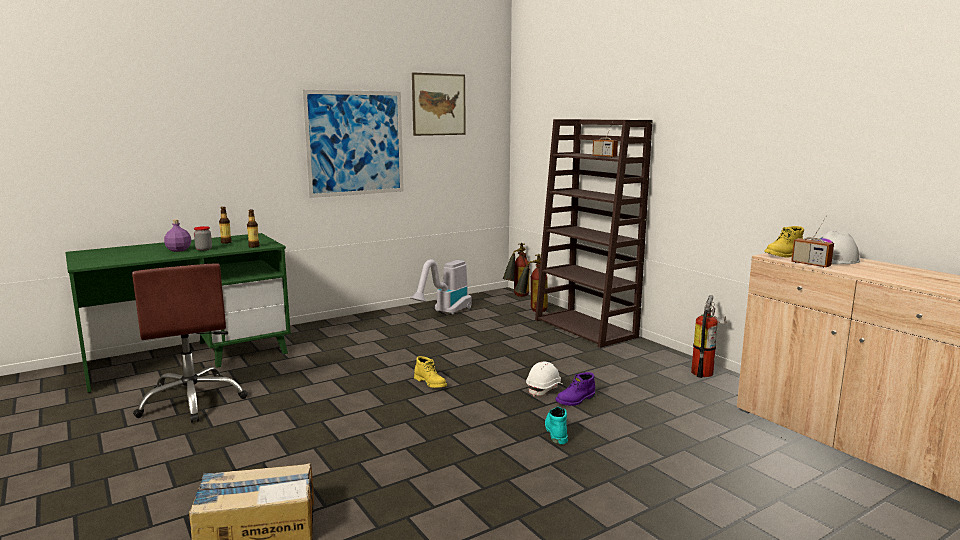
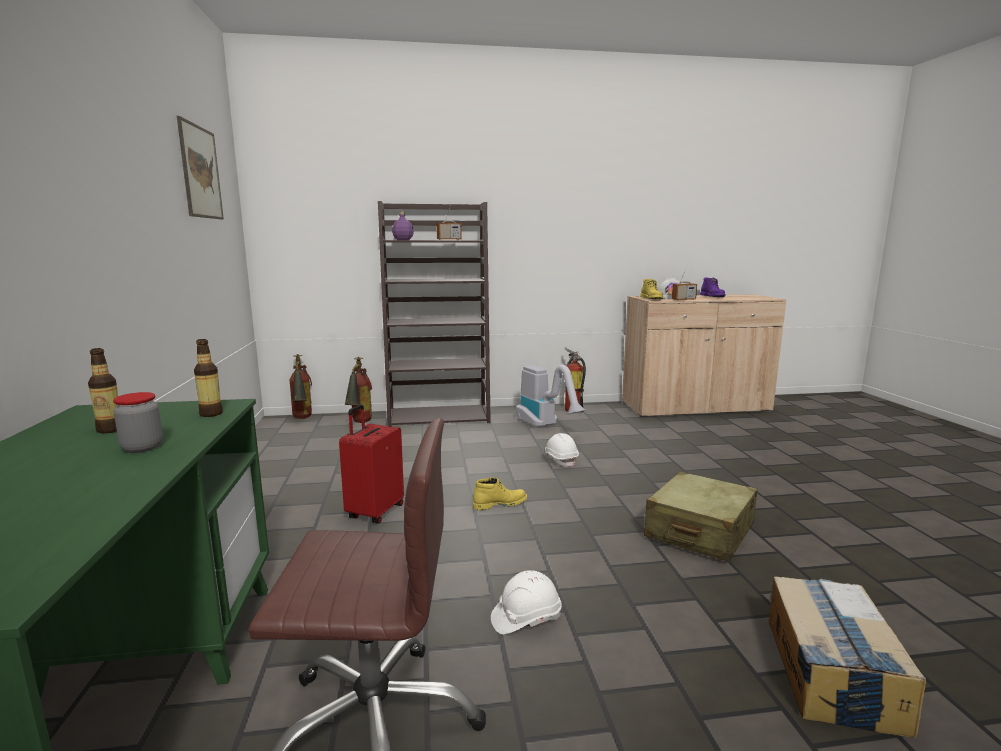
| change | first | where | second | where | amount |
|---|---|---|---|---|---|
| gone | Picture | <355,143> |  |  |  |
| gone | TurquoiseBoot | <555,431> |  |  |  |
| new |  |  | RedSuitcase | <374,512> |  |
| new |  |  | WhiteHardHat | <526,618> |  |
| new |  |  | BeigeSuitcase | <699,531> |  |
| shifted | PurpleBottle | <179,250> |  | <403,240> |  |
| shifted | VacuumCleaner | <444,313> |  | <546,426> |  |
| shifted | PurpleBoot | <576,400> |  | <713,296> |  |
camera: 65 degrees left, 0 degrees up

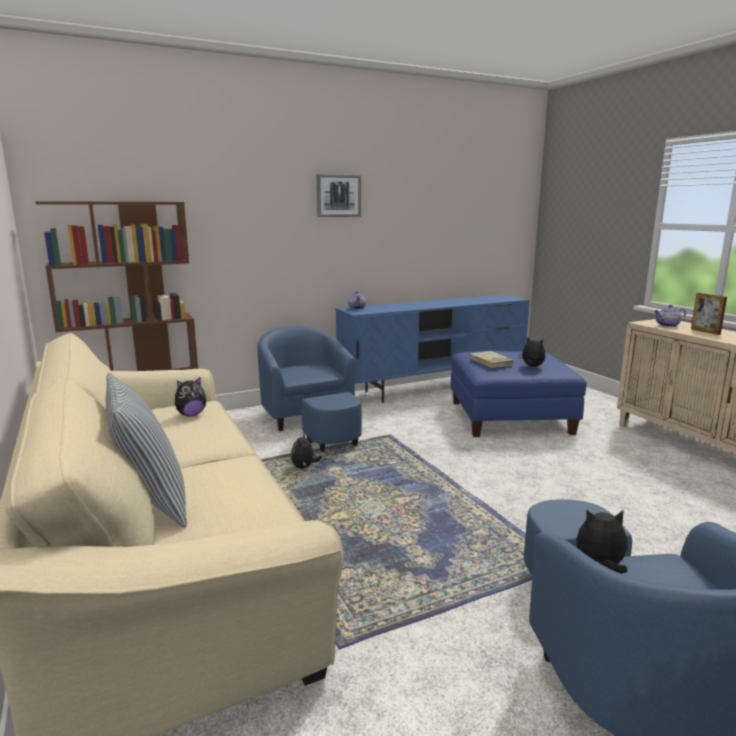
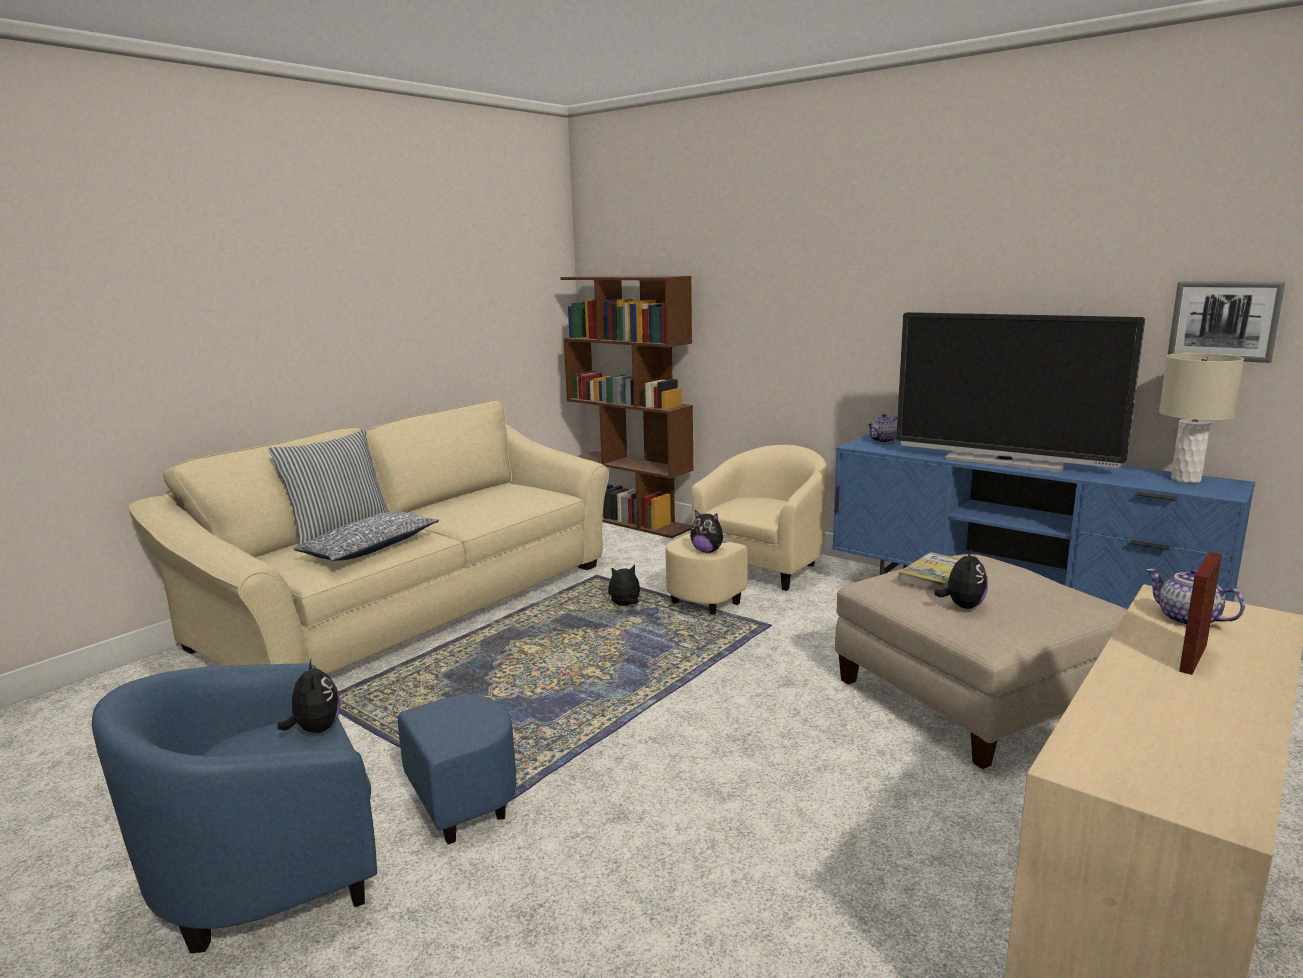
| change | first | where | second | where | amount |
|---|---|---|---|---|---|
| new |  |  | Pillow | <369,549> |  |
| new |  |  | Television | <1004,461> |  |
| new |  |  | BeigeTableLamp | <1185,479> |  |
| shifted | PlushToy | <191,415> |  | <707,551> |  |
| shifted | Picture | <338,196> |  | <1224,321> |  |
| repainted | BlueArmchair | <310,422> | BeigeArmchair | <751,576> |  |
| repainted | BlueOttoman | <510,417> | BeigeOttoman | <974,695> |  |
camera: 65 degrees right, 0 degrees up

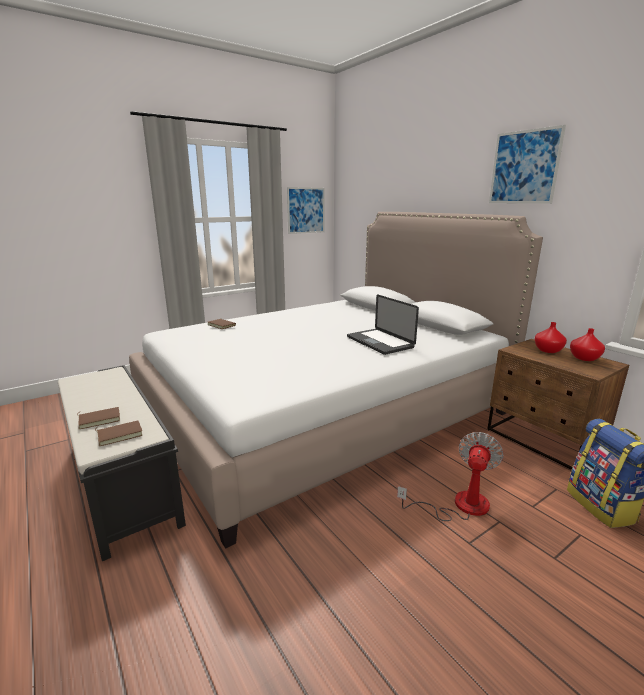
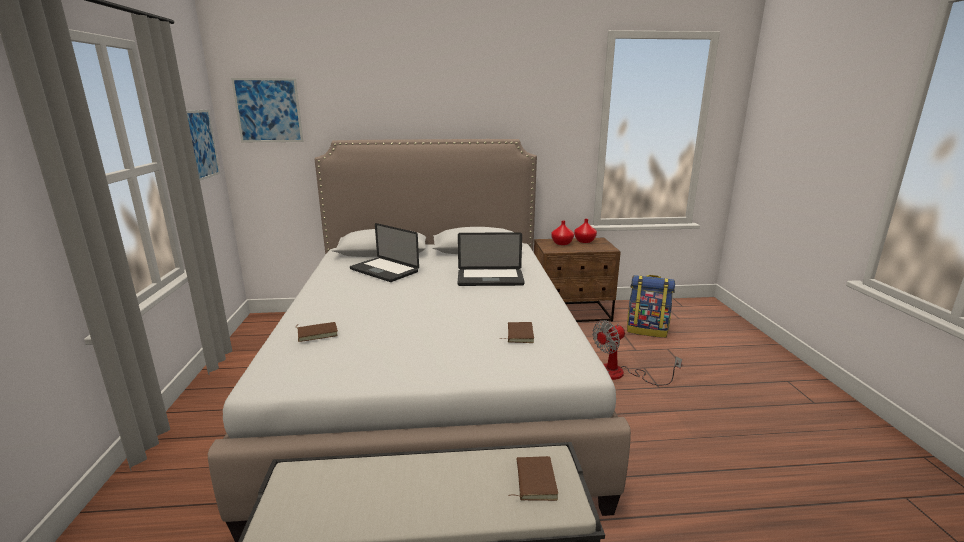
| change | first | where | second | where | amount |
|---|---|---|---|---|---|
| new |  |  | Laptop | <384,270> |  |
| shifted | BrownBook | <100,419> |  | <518,334> |  |
| shifted | Picture | <524,167> |  | <268,110> |  |
| rotated | Fan | <459,505> |  | <620,374> | 90 degrees counterclockwise |
camera: 60 degrees left, 0 degrees up

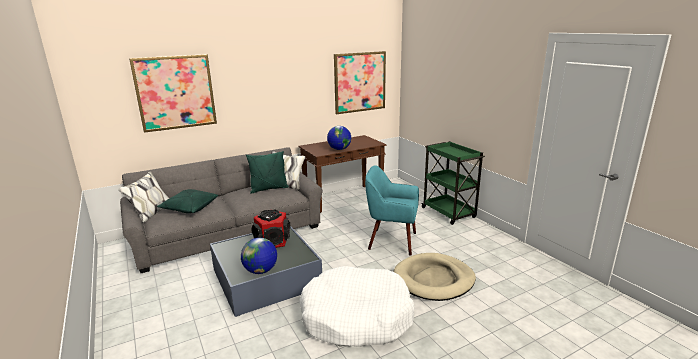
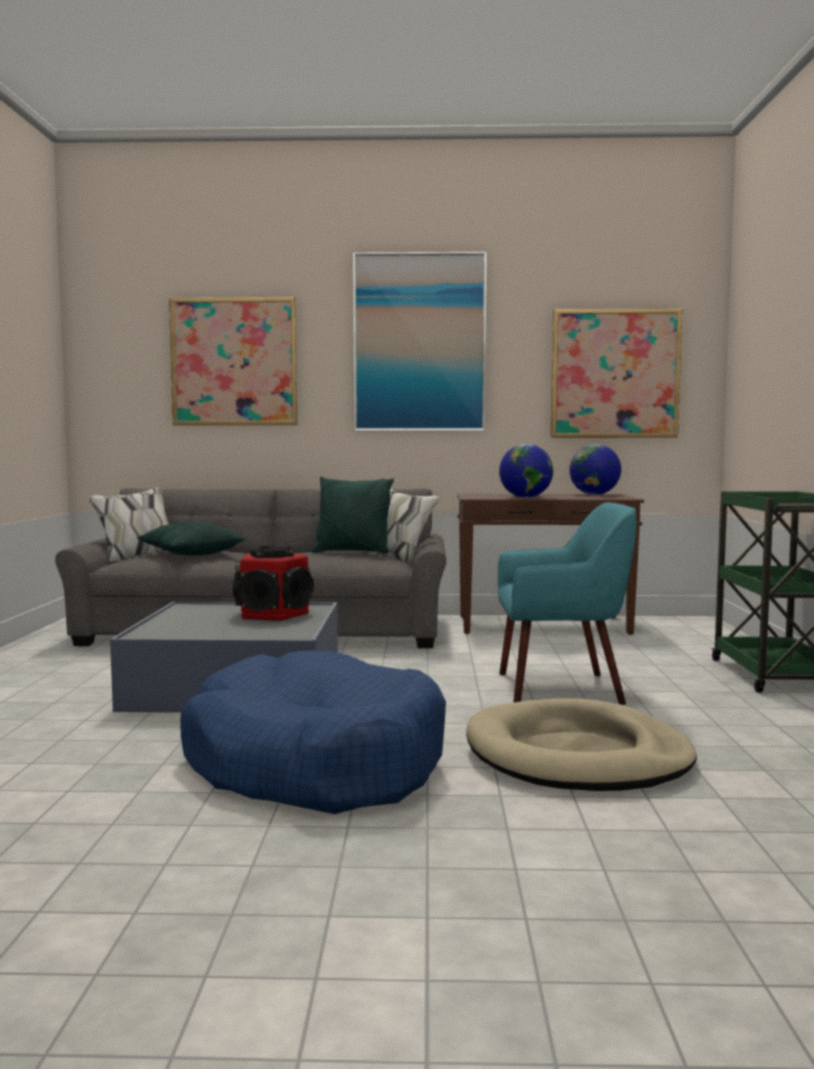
| change | first | where | second | where | amount |
|---|---|---|---|---|---|
| new |  |  | Picture | <419,343> |  |
| shifted | Globe | <260,271> |  | <594,495> |  |
| repainted | WhiteDogBed | <356,317> | BlueDogBed | <314,763> |  |
| rotated | TurquoiseArmchair | <391,241> |  | <561,688> | 135 degrees clockwise |
camera: 30 degrees right, 15 degrees down

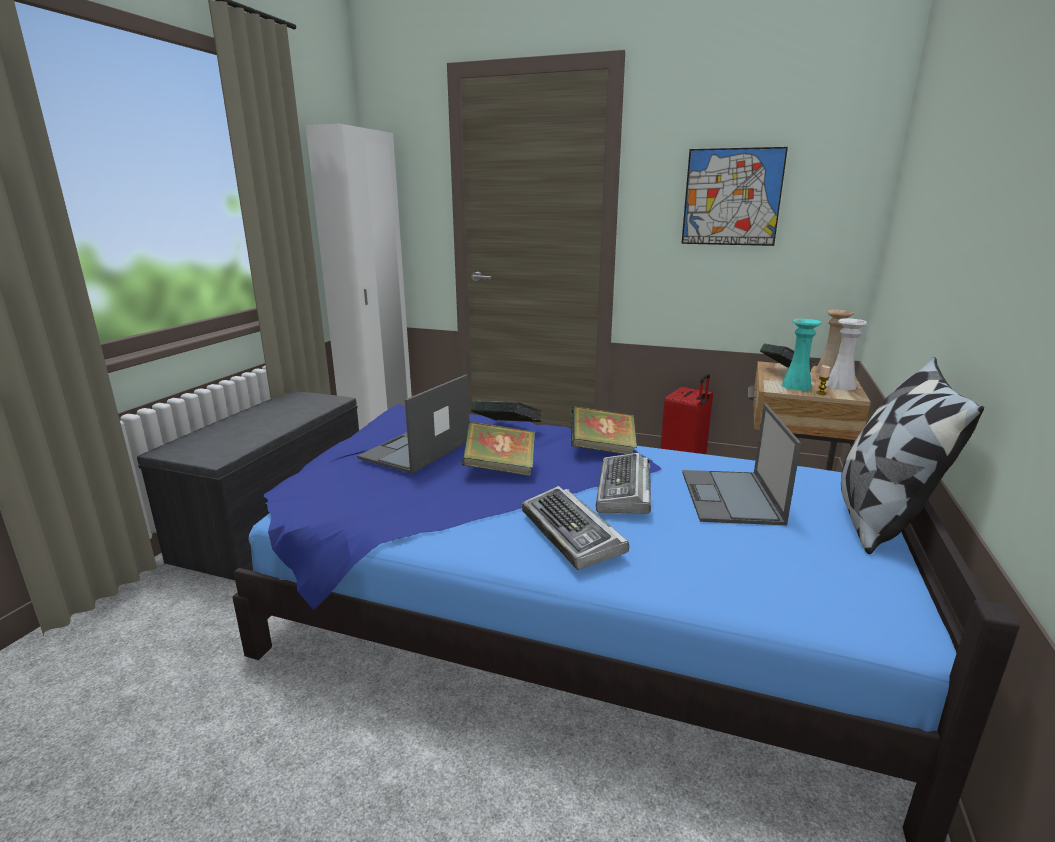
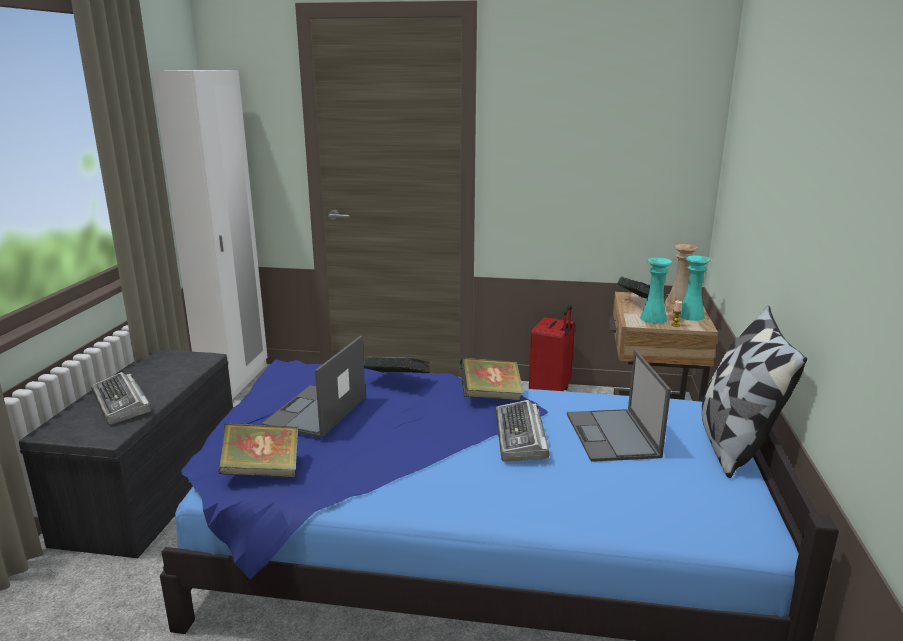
| change | first | where | second | where | amount |
|---|---|---|---|---|---|
| gone | Picture | <732,197> |  |  |  |
| shifted | Book | <500,469> |  | <262,471> |  |
| shifted | Keyboard | <573,534> |  | <122,404> |  |
| repainted | WhiteVase | <840,386> | TurquoiseVase | <691,316> |  |
camera: 10 degrees left, 0 degrees up

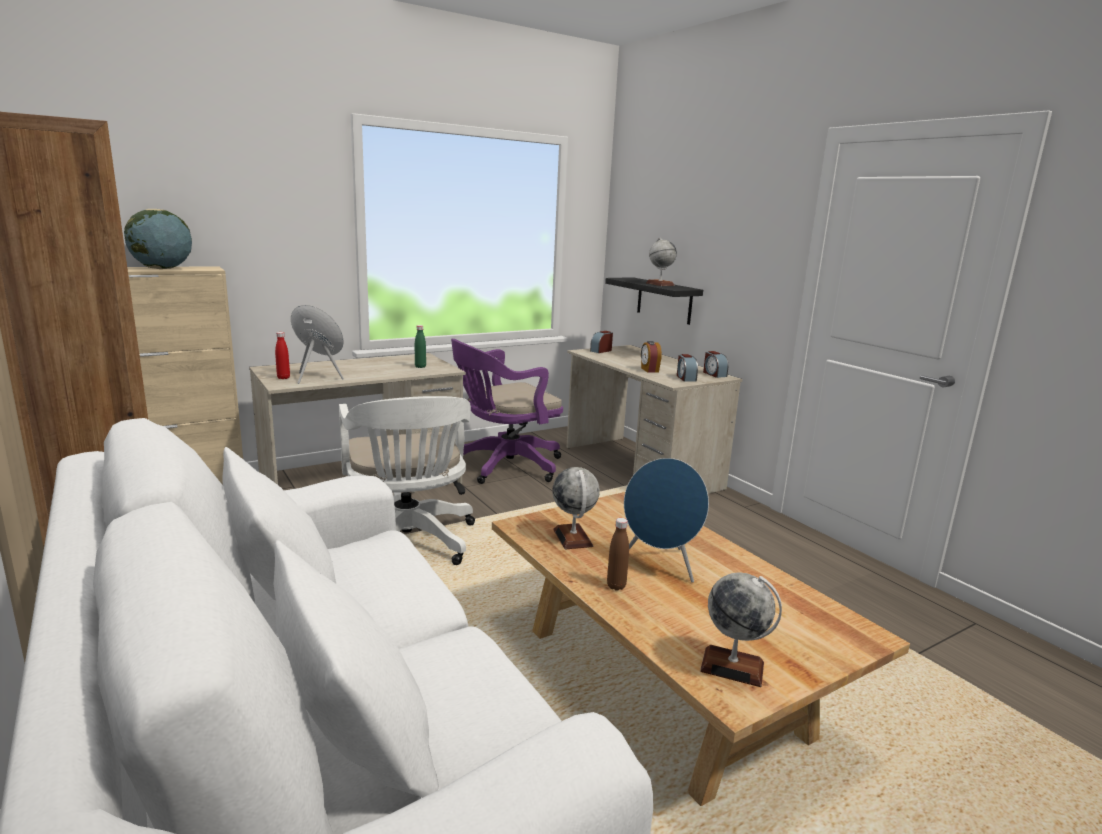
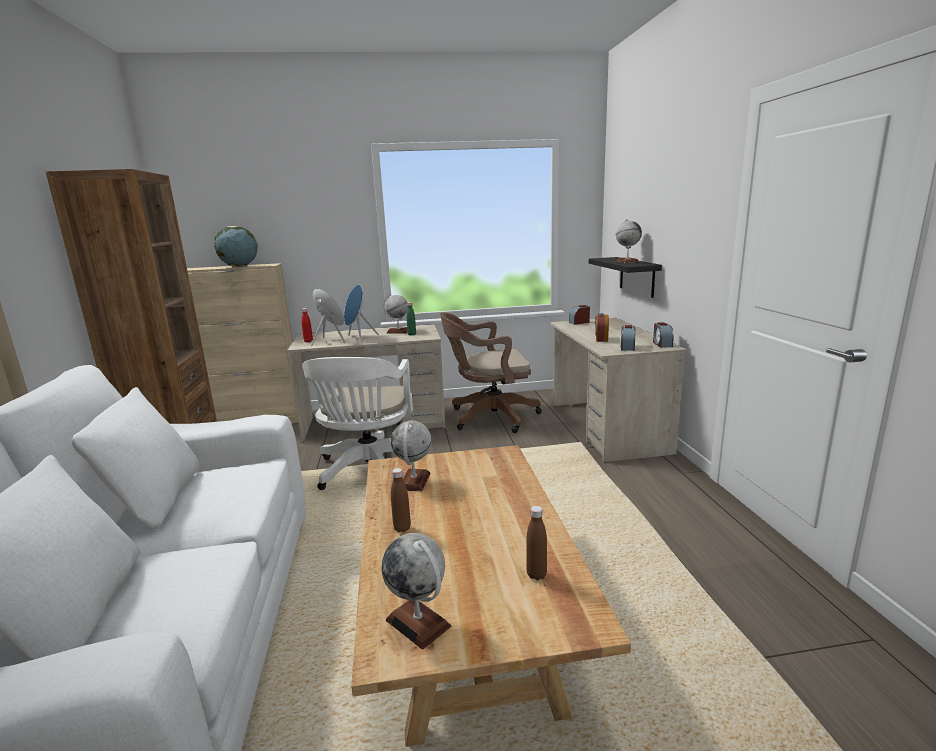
| change | first | where | second | where | amount |
|---|---|---|---|---|---|
| new |  |  | Globe | <398,331> |  |
| new |  |  | BrownBottle | <536,574> |  |
| shifted | BlueSpeaker | <660,565> |  | <358,338> |  |
| repainted | PurpleOfficeChair | <504,466> | BrownOfficeChair | <489,417> |  |
camera: 25 degrees right, 0 degrees up

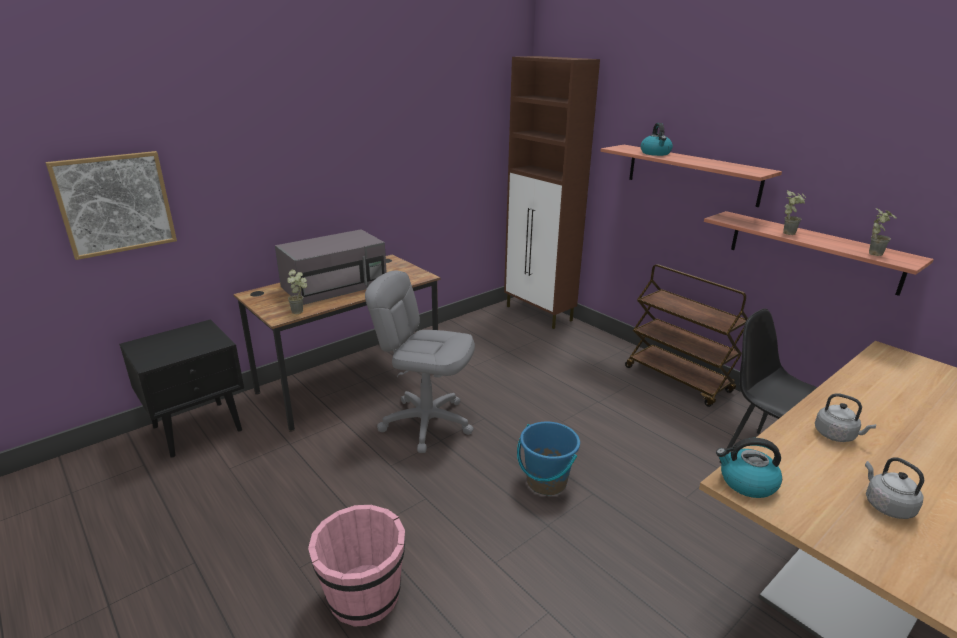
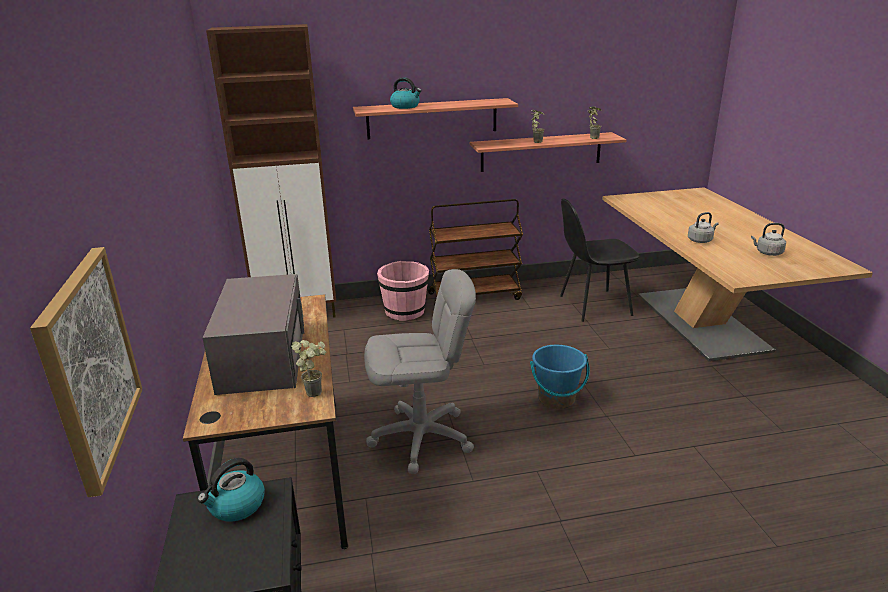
| change | first | where | second | where | amount |
|---|---|---|---|---|---|
| shifted | PinkBucket | <363,596> |  | <405,312> |  |
| shifted | Kettle | <746,482> |  | <236,506> |  |
| rotated | GreyOfficeChair | <426,423> |  | <421,438> | 150 degrees counterclockwise |
camera: 60 degrees left, 0 degrees up

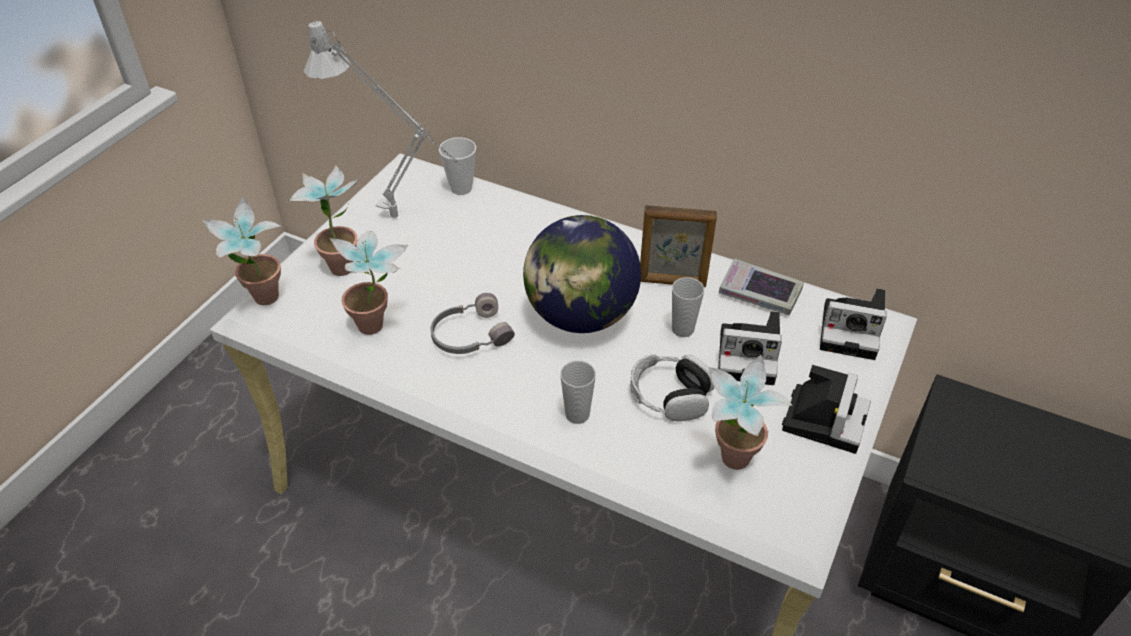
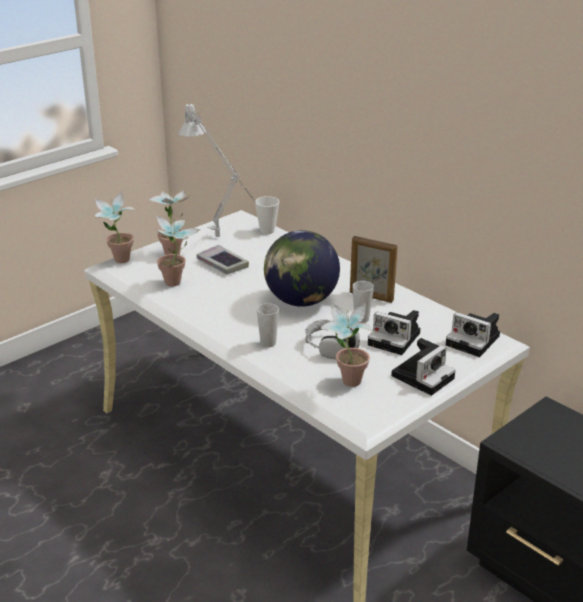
| change | first | where | second | where | amount |
|---|---|---|---|---|---|
| gone | GreyHeadphones | <470,335> |  |  |  |
| shifted | Book | <759,293> |  | <222,264> |  |
camera: 20 degrees right, 15 degrees down

